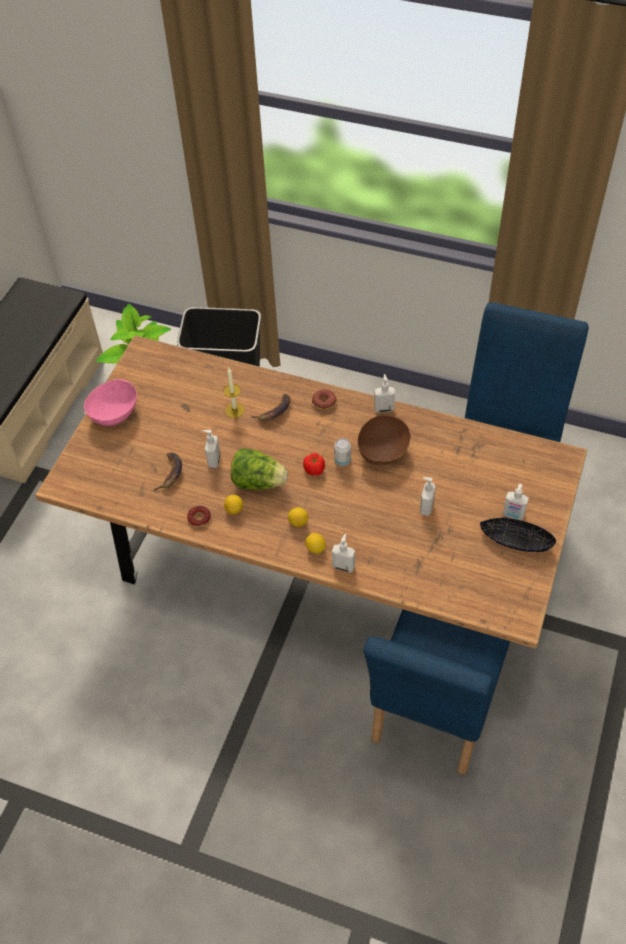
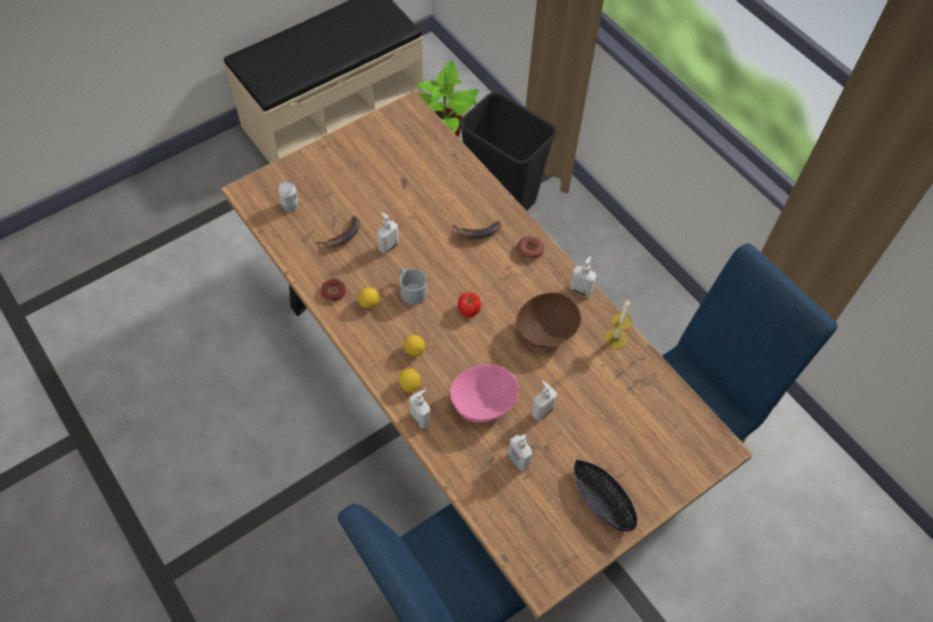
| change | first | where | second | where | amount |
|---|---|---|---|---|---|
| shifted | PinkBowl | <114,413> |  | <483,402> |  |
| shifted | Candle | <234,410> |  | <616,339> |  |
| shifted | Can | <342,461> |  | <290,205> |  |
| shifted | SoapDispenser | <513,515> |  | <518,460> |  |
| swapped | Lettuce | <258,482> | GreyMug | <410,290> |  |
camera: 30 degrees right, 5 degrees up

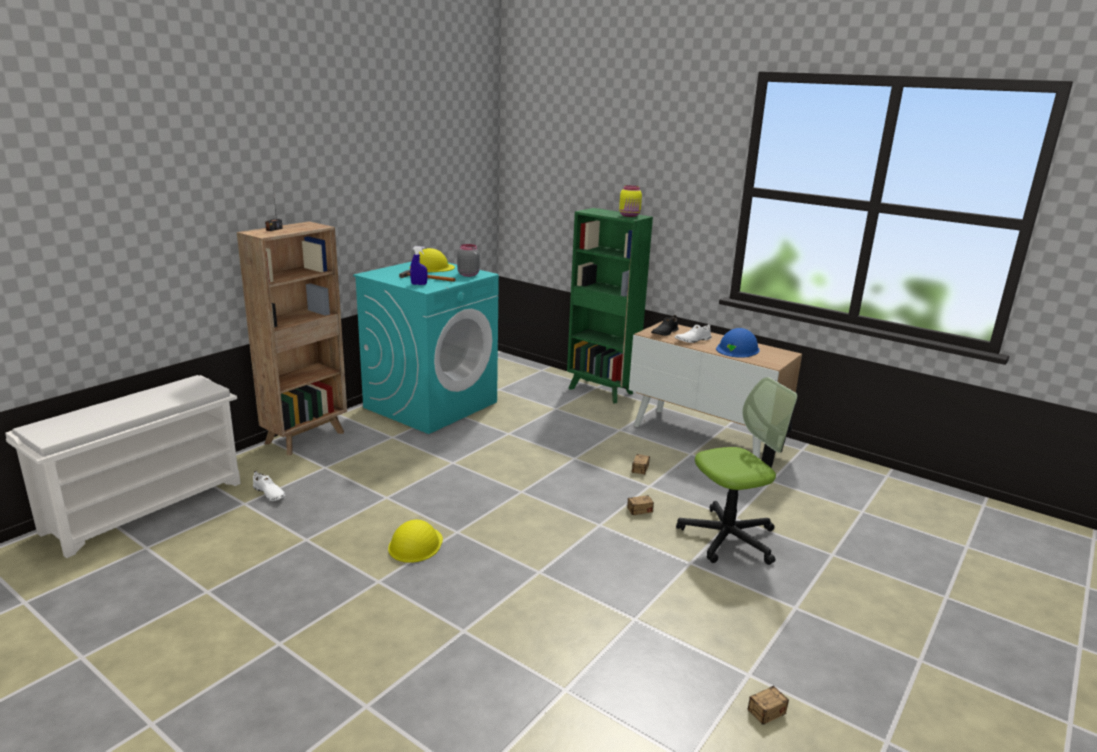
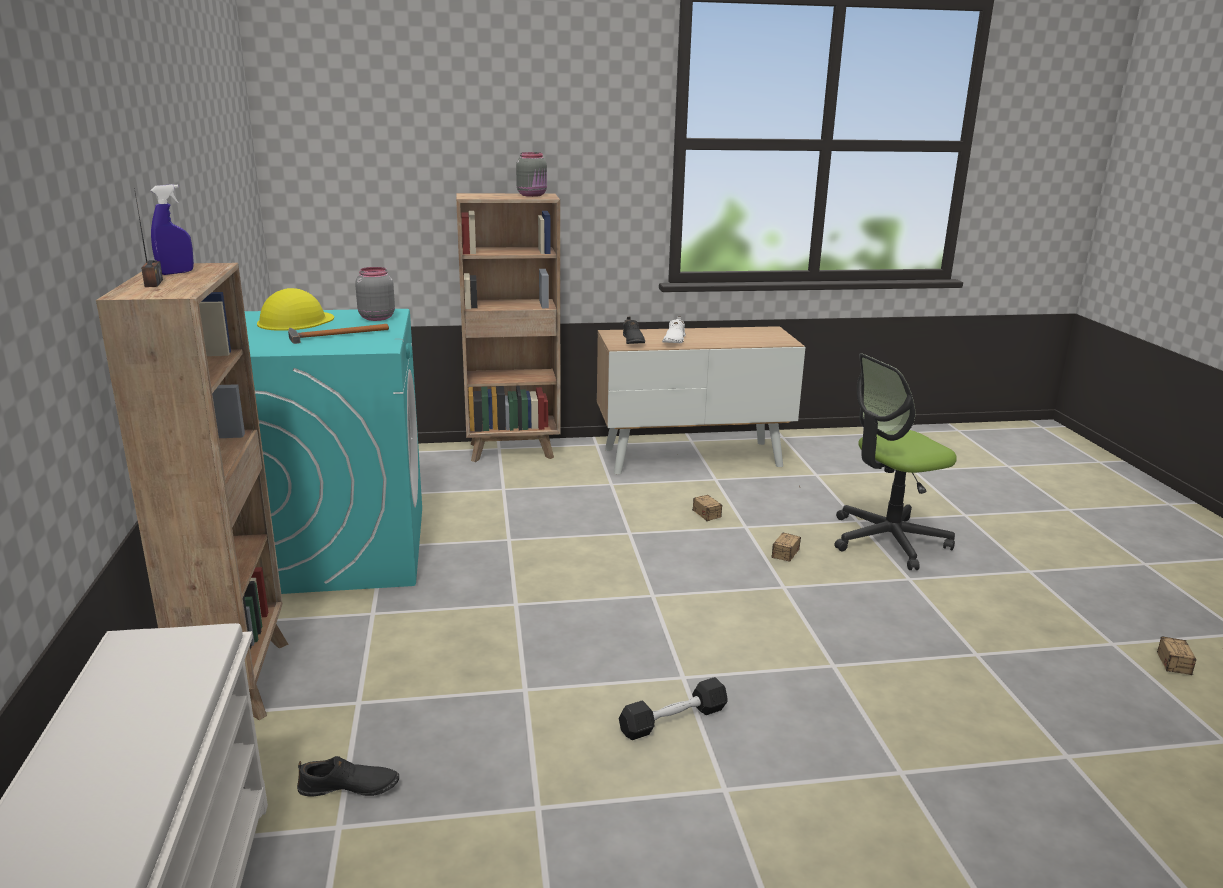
| change | first | where | second | where | amount |
|---|---|---|---|---|---|
| gone | BlueHardHat | <737,349> |  |  |  |
| shifted | BlueSprayBottle | <419,284> |  | <176,273> |  |
| swapped | YellowHardHat | <415,544> | BlackDumbbell | <673,720> |  |
| repainted | WhiteShoe | <269,493> | BlackShoe | <349,788> |  |
| repainted | GreenBookcase | <601,391> | BrownBookcase | <513,451> |  |
| repainted | YellowJar | <630,216> | GreyJar | <532,195> |  |
| rotated | OfficeChair | <728,538> |  | <888,540> | 135 degrees counterclockwise |
camera: 45 degrees left, 0 degrees up

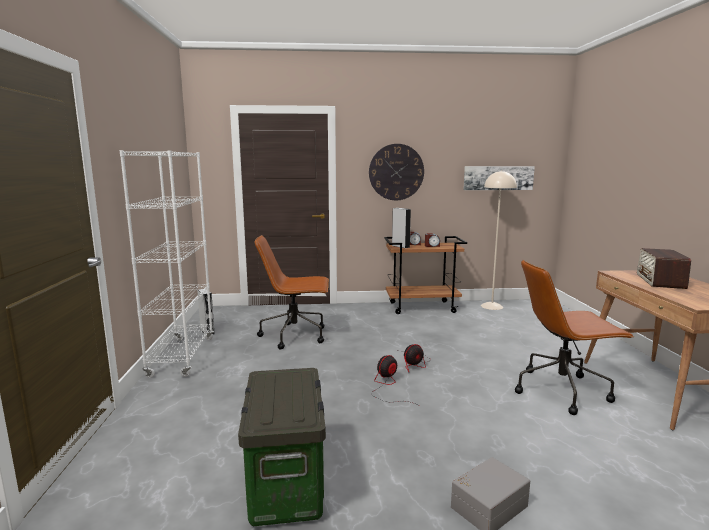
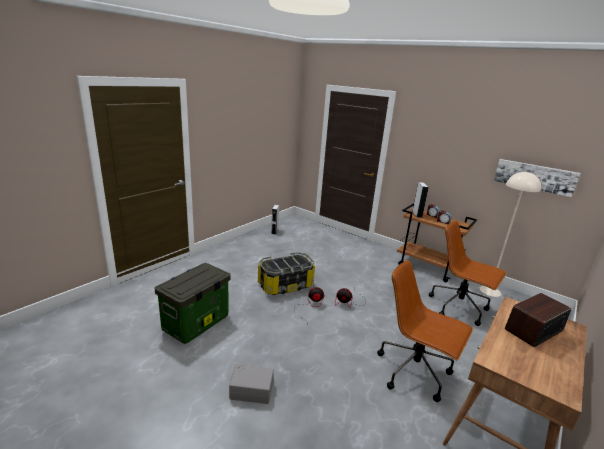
| change | first | where | second | where | amount |
|---|---|---|---|---|---|
| gone | WhiteBookcase | <182,356> |  |  |  |
| gone | WallClock | <396,172> |  |  |  |
| new |  |  | StorageBox | <285,285> |  |
| shifted | BrownOfficeChair | <295,335> |  | <459,308> |  |
camera: 40 degrees right, 10 degrees up

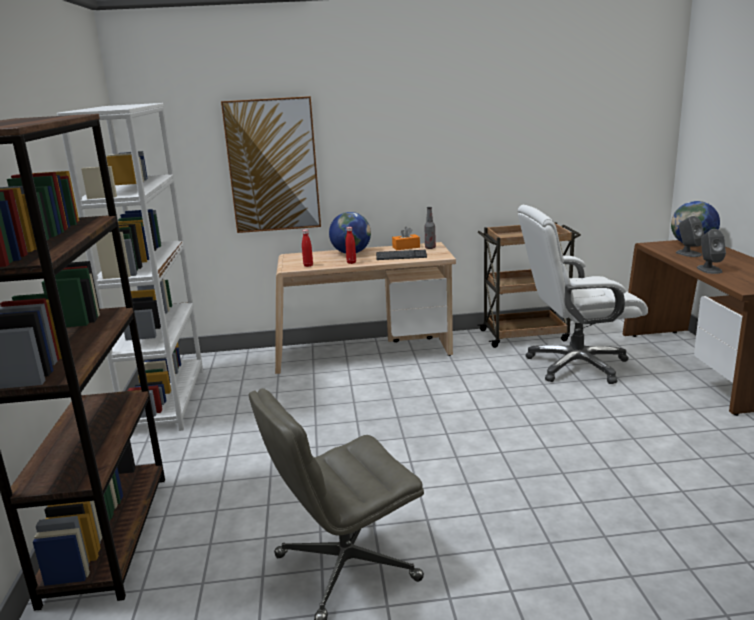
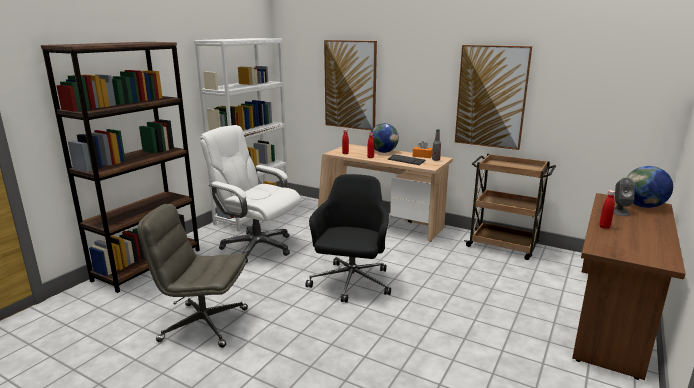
| change | first | where | second | where | amount |
|---|---|---|---|---|---|
| new |  |  | BlackOfficeChair | <351,283> |  |
| new |  |  | Picture | <491,97> |  |
| shifted | WhiteOfficeChair | <575,365> |  | <257,246> |  |
| swapped | GreySpeaker | <709,269> | RedBottle | <604,227> |  |
camera: 35 degrees right, 0 degrees up

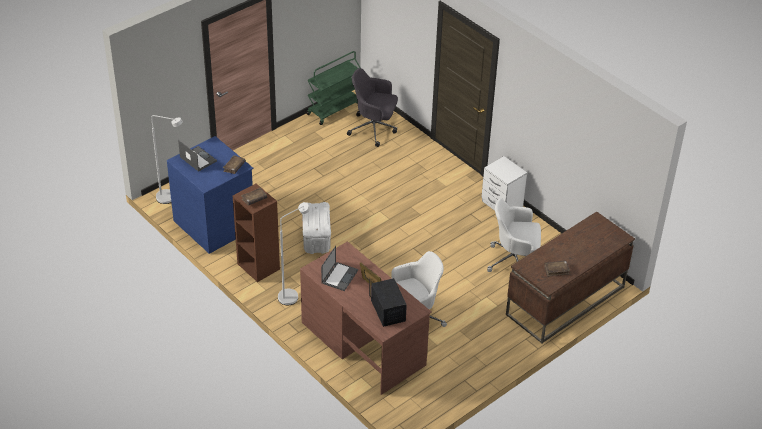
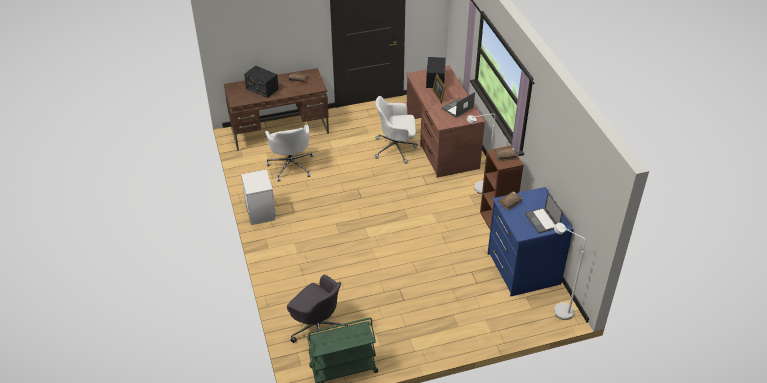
| change | first | where | second | where | amount |
|---|---|---|---|---|---|
| gone | WhiteStorageBox | <316,239> |  |  |  |
| new |  |  | Radio | <262,89> |  |
| rotated | WhiteOfficeChair | <514,261> |  | <291,166> | 45 degrees clockwise |
camera: 155 degrees left, 0 degrees up

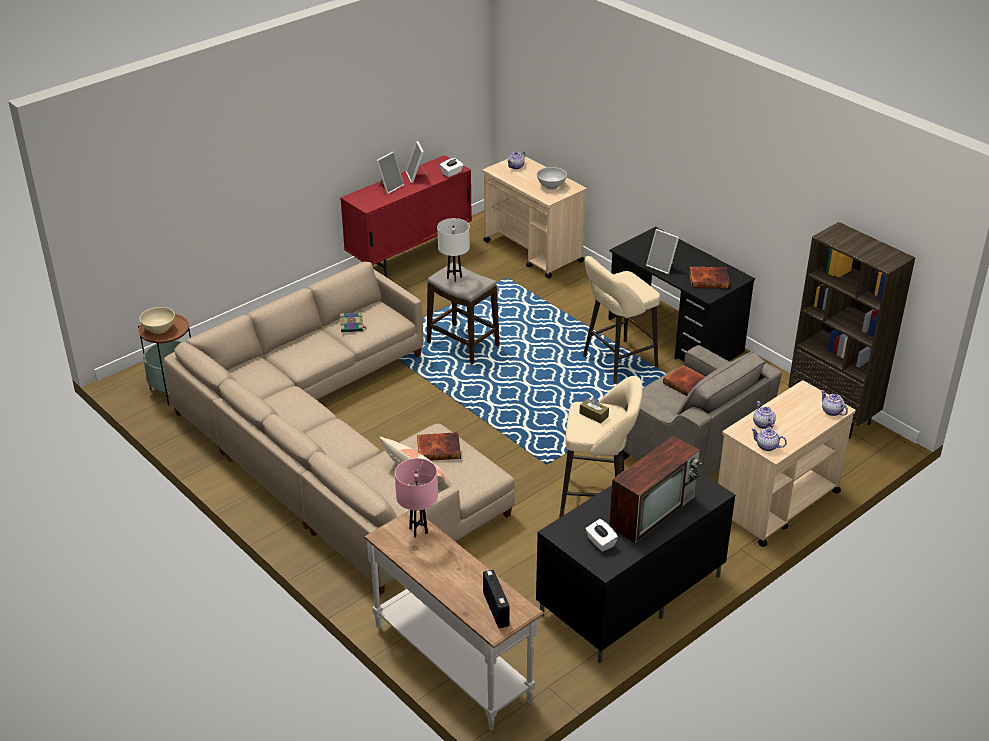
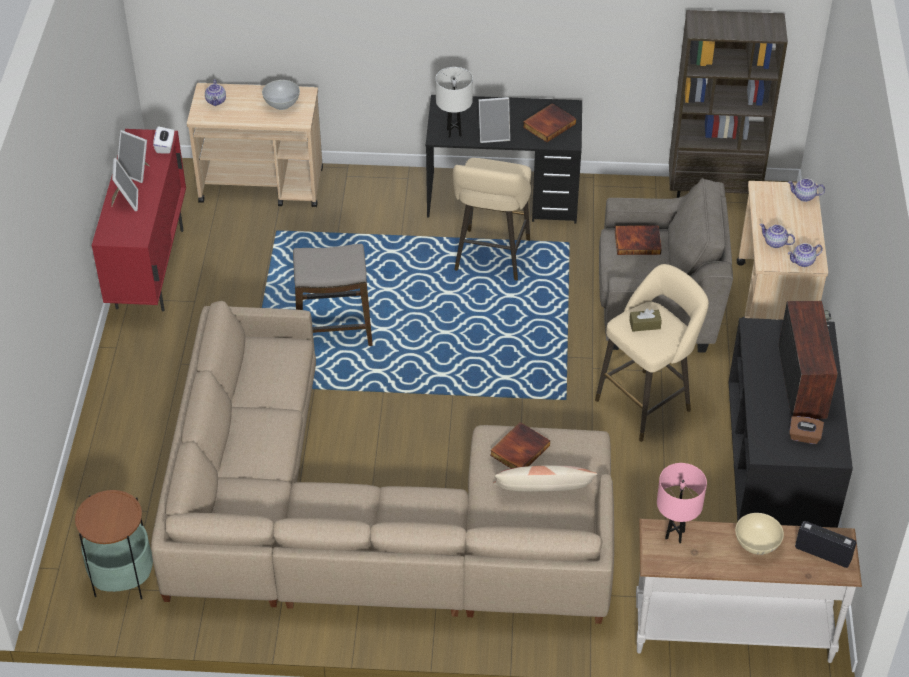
| change | first | where | second | where | amount |
|---|---|---|---|---|---|
| gone | Book | <352,327> |  |  |  |
| shifted | BeigeBowl | <159,329> |  | <756,544> |  |
| shifted | WhiteTableLamp | <454,277> |  | <454,133> |  |
| repainted | WhiteTissueBox | <600,542> | BrownTissueBox | <804,437> |  |
camera: 45 degrees left, 10 degrees up

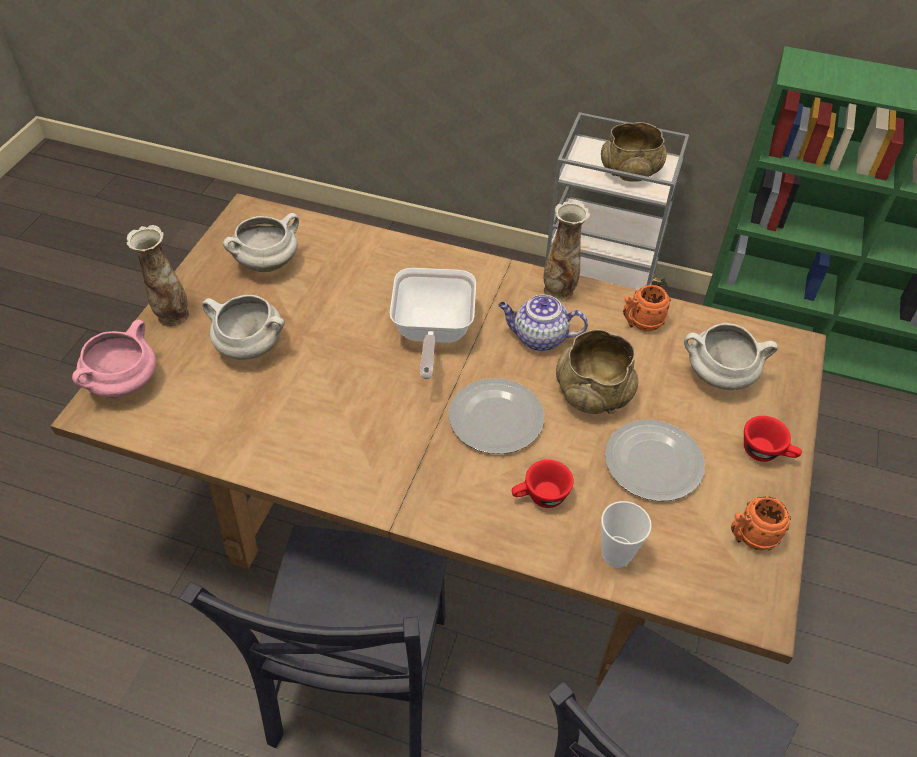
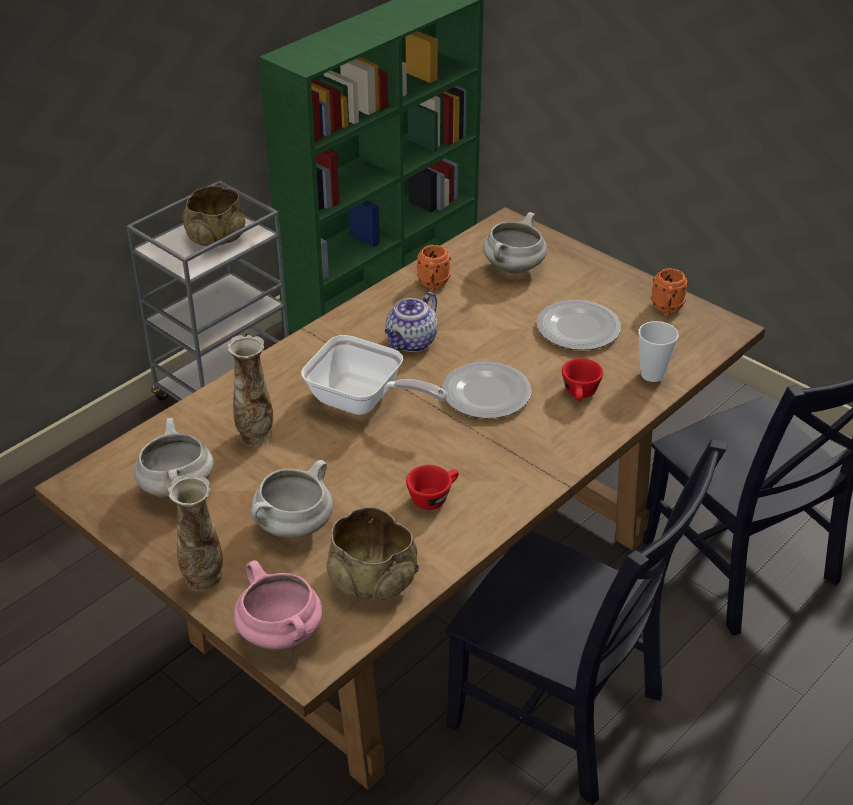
| change | first | where | second | where | amount |
|---|---|---|---|---|---|
| shifted | Vase | <559,291> |  | <255,434> |  |
| shifted | BeigeBowl | <594,392> |  | <372,578> |  |
| shifted | RedCup | <766,452> |  | <433,497> |  |
camera: 65 degrees left, 10 degrees down

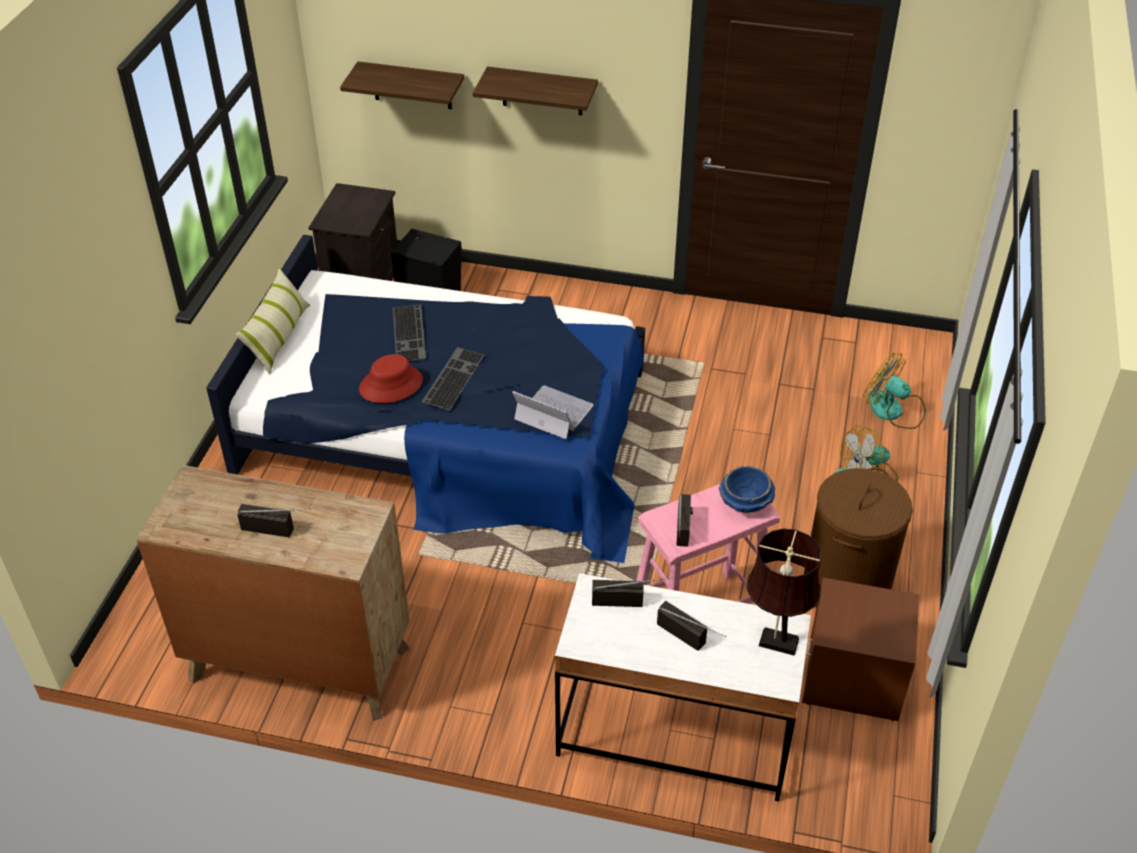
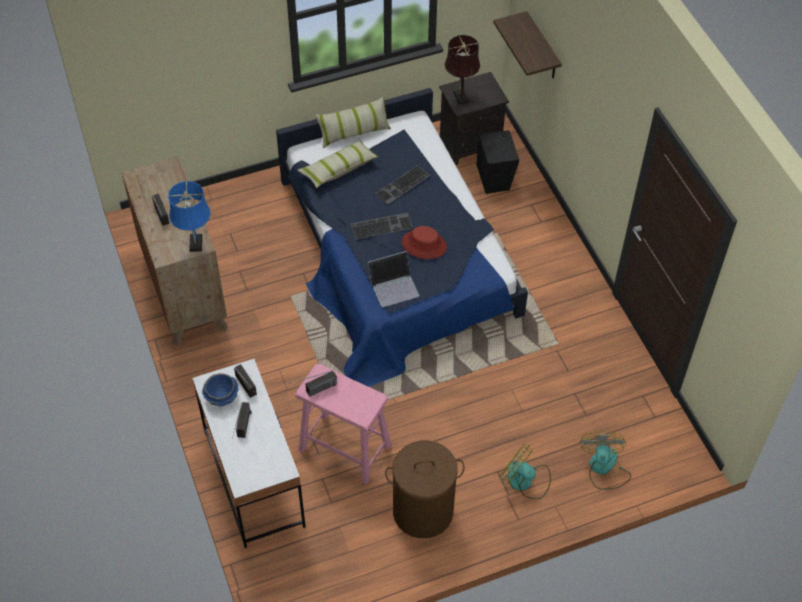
| change | first | where | second | where | amount |
|---|---|---|---|---|---|
| gone | Shelf | <542,91> |  |  |  |
| gone | BrownNightstand | <853,679> |  |  |  |
| new |  |  | BlueTableLamp | <195,245> |  |
| new |  |  | Pillow | <338,169> |  |
| shifted | RedHat | <391,385> |  | <424,244> |  |
| shifted | BlueBowl | <745,503> |  | <222,397> |  |
| shifted | BrownTableLamp | <774,641> |  | <460,96> |  |
| rotated | Laptop | <553,412> |  | <394,286> | 75 degrees clockwise |
camera: 55 degrees right, 10 degrees up

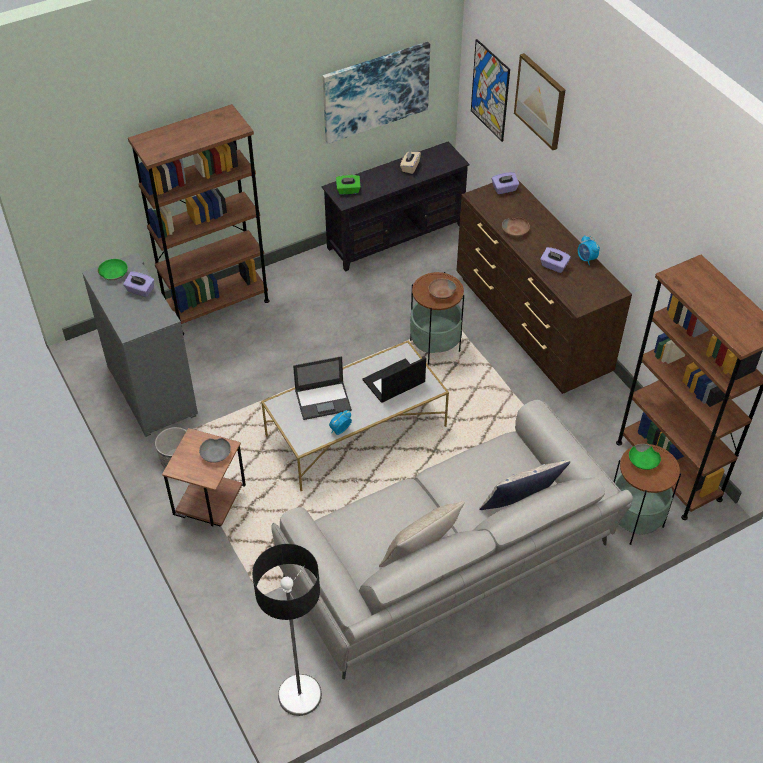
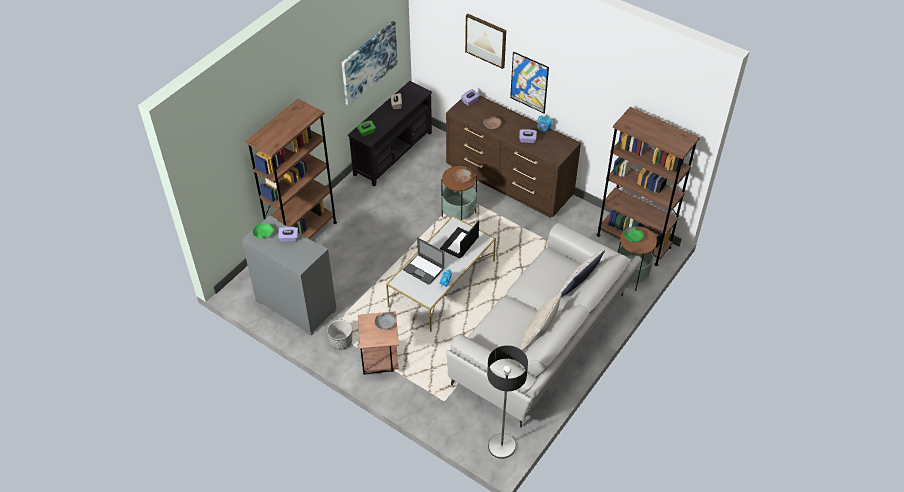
| change | first | where | second | where | amount |
|---|---|---|---|---|---|
| shifted | Picture | <490,90> |  | <529,82> |  |
| rotated | Laptop | <323,400> |  | <424,269> | 75 degrees clockwise |
camera: 25 degrees left, 0 degrees up

